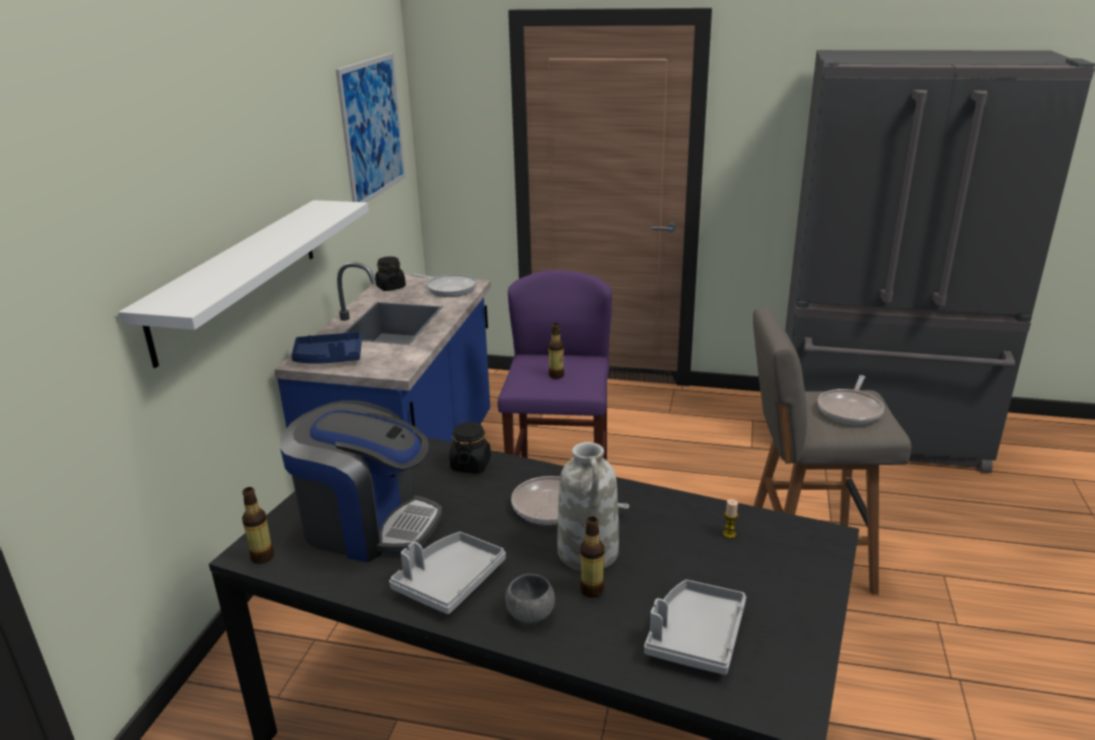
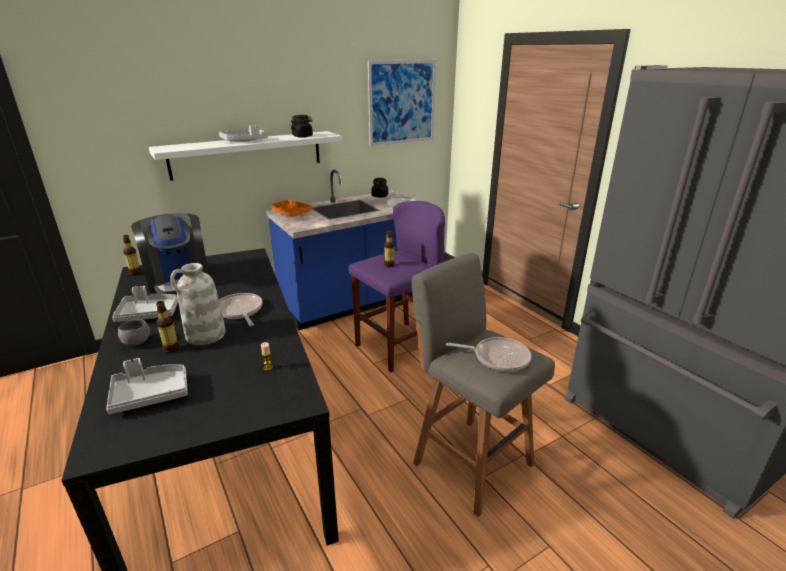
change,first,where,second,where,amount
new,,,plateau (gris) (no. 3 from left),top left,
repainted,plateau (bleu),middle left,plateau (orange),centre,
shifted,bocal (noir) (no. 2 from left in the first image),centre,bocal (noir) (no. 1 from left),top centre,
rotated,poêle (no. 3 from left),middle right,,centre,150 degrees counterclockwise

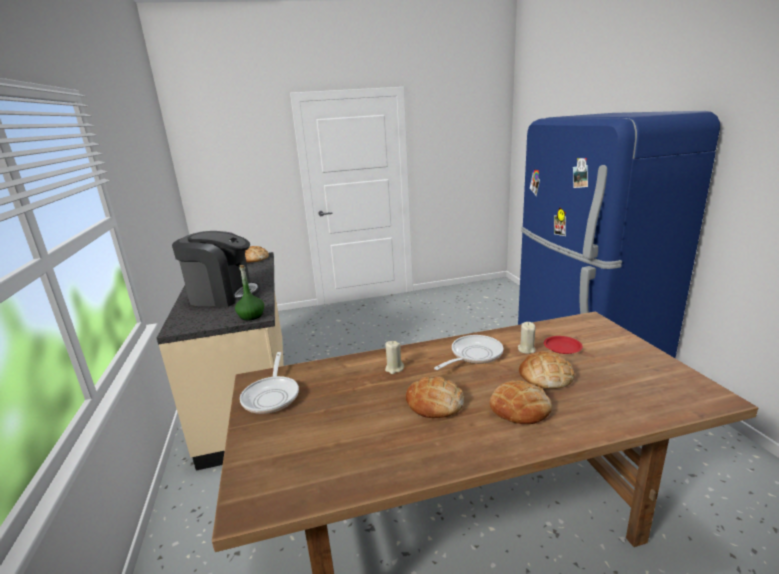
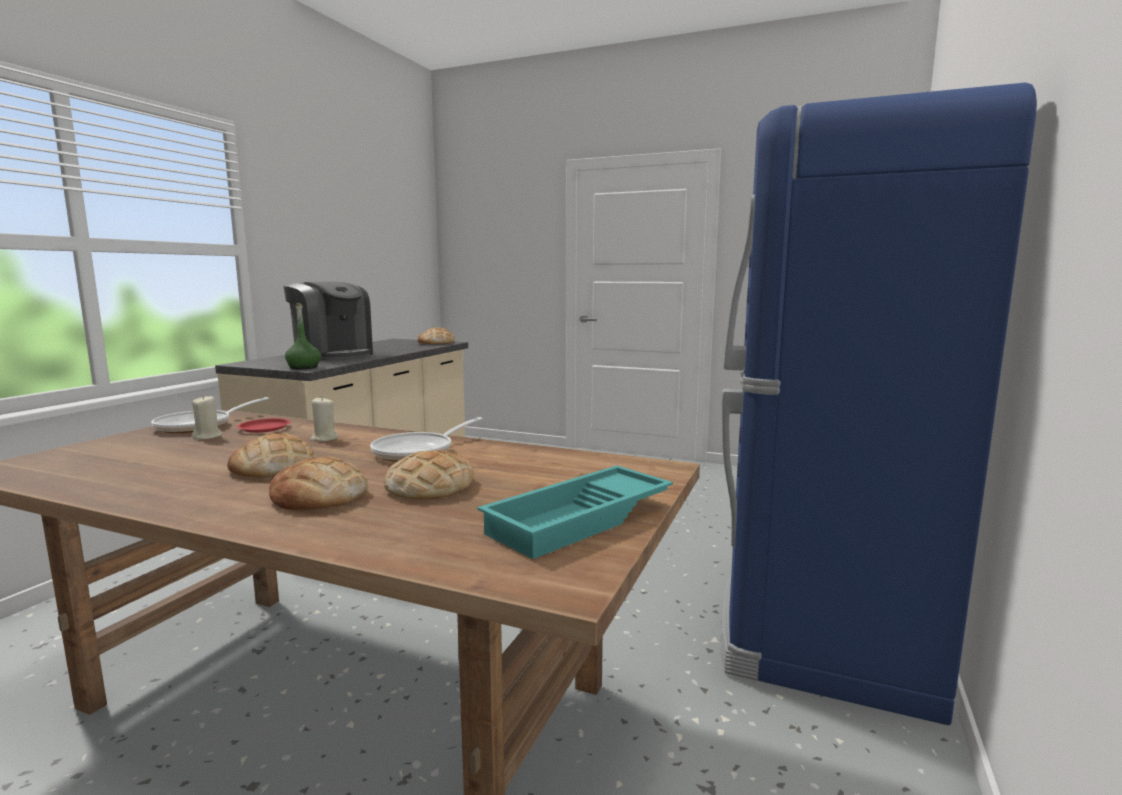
change,first,where,second,where,amount
shifted,bougie (beige) (no. 2 from left in the first image),middle right,bougie (beige) (no. 1 from left),middle left,
shifted,assiette (rouge),middle right,,middle left,
rotated,poêle (no. 2 from left),centre,,centre,135 degrees clockwise
new,,,plateau (turquoise),centre,

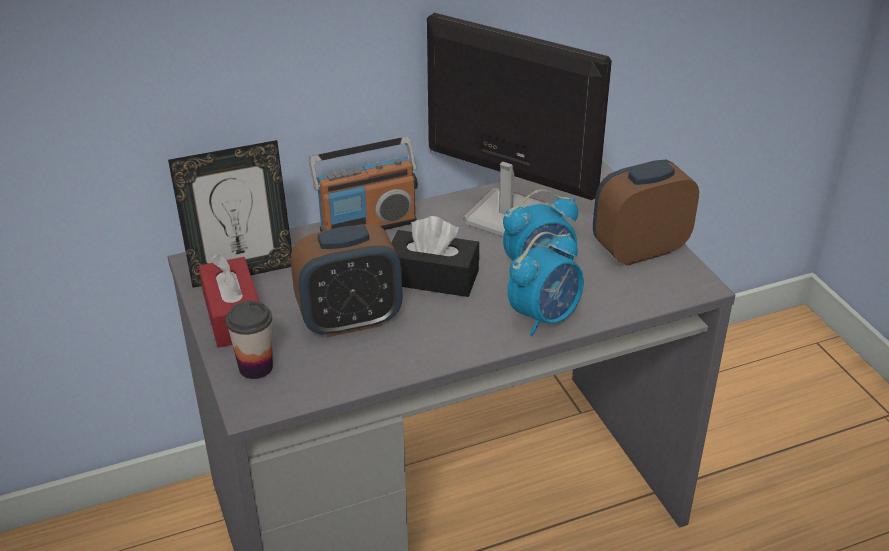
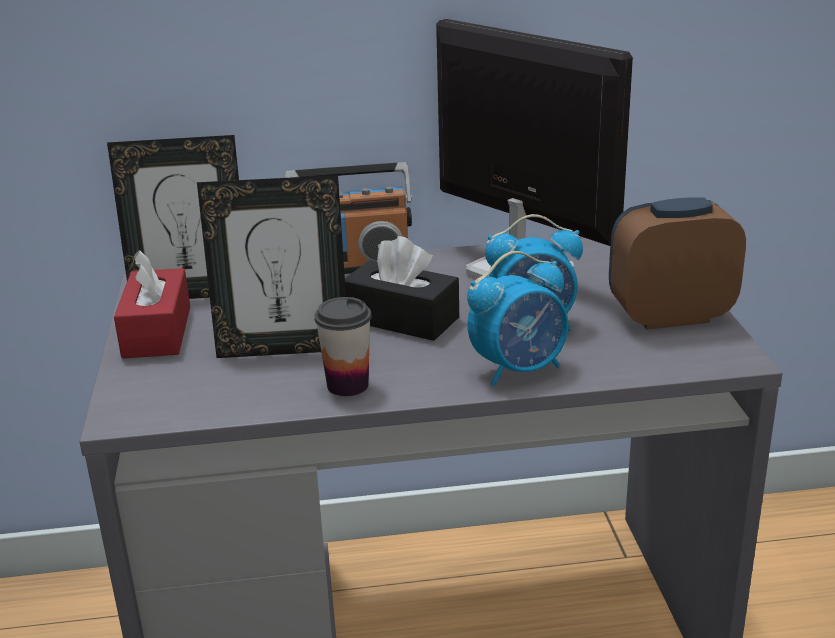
change,first,where,second,where,amount
swapped,réveil (no. 1 from left),centre,cadre photo (no. 2 from left),middle left,
shifted,tasse,middle left,,centre,

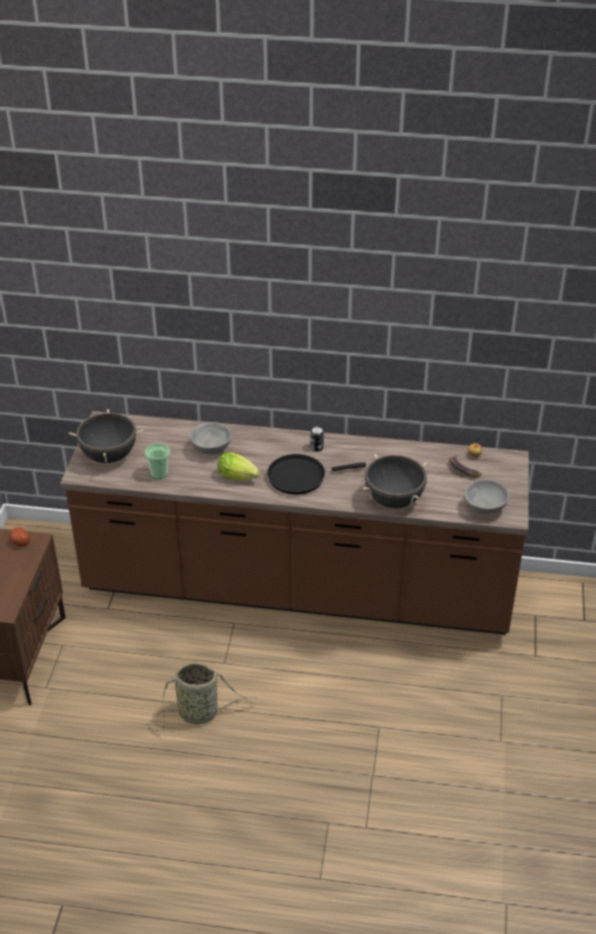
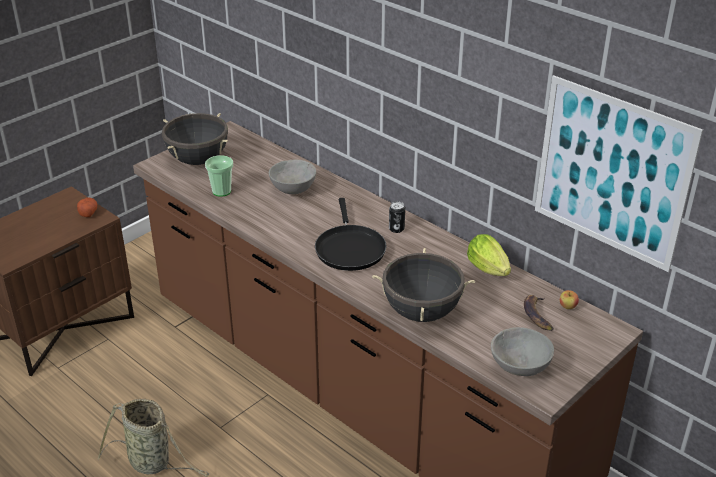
change,first,where,second,where,amount
rotated,poêle (noir),centre,,centre,120 degrees counterclockwise
shifted,laitue,centre,,middle right,
new,,,tableau,middle right,

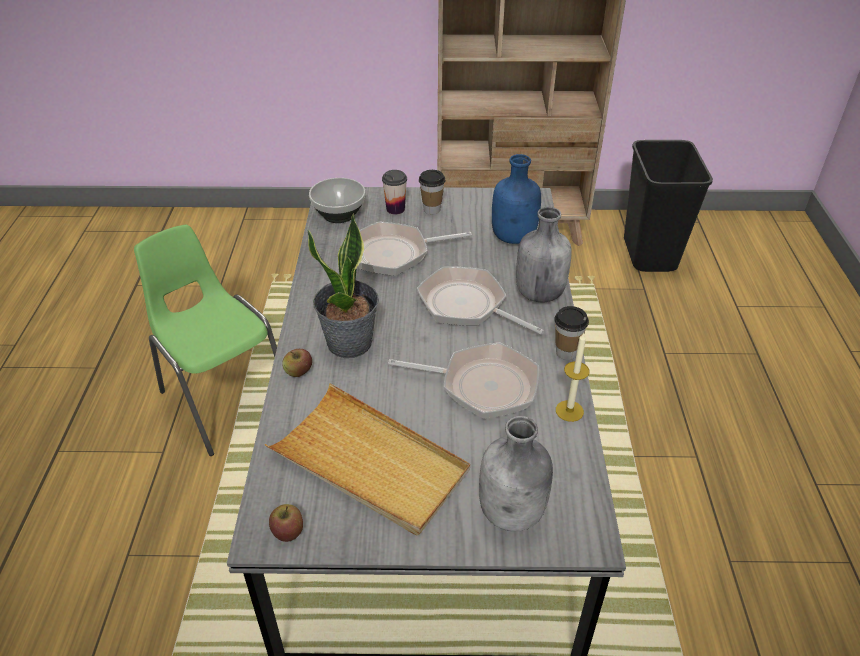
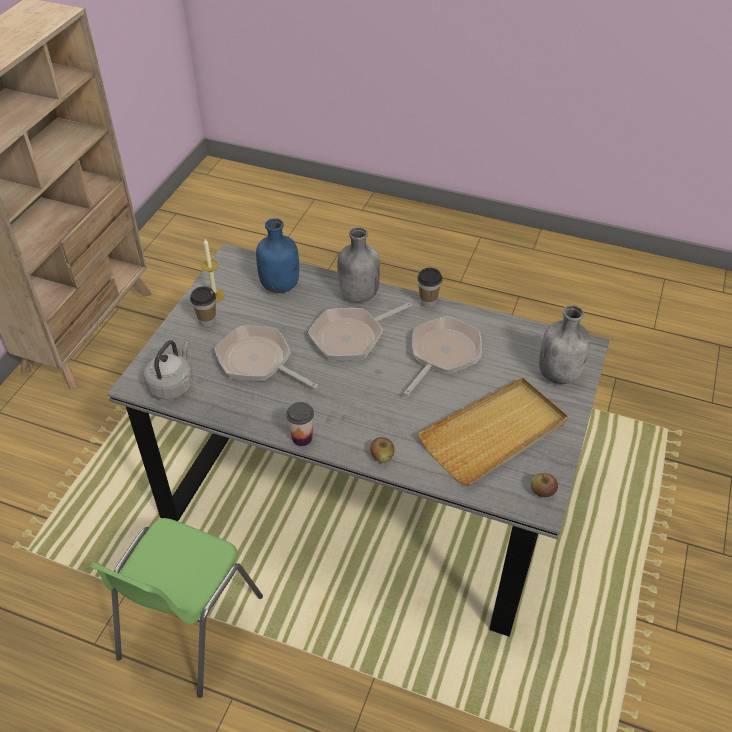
change,first,where,second,where,amount
rotated,chaise (vert),middle left,,bottom left,45 degrees counterclockwise
swapped,bol,top centre,bouilloire (gris),middle left,
shifted,bougie,centre,,middle left,
rotated,poêle (no. 1 from left),centre,,centre,120 degrees clockwise
shifted,tasse (no. 1 from left in the first image),top centre,tasse (no. 2 from left),centre,
gone,plante en pot,centre,,,
gone,poubelle (noir),top right,,,

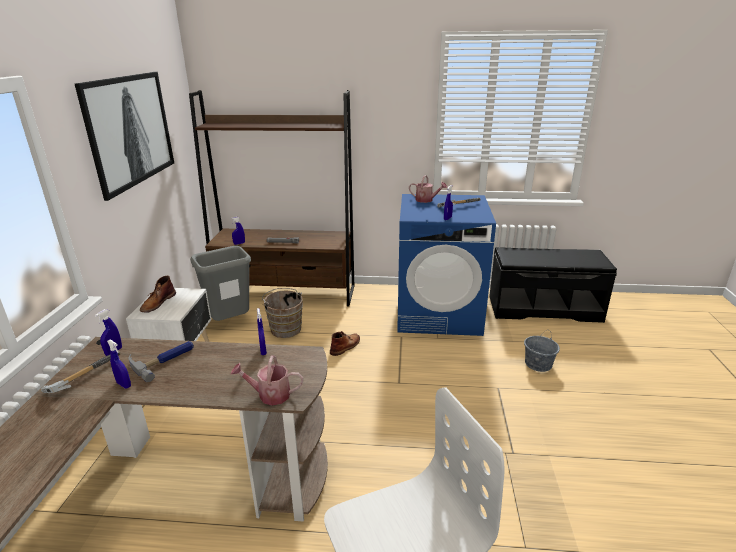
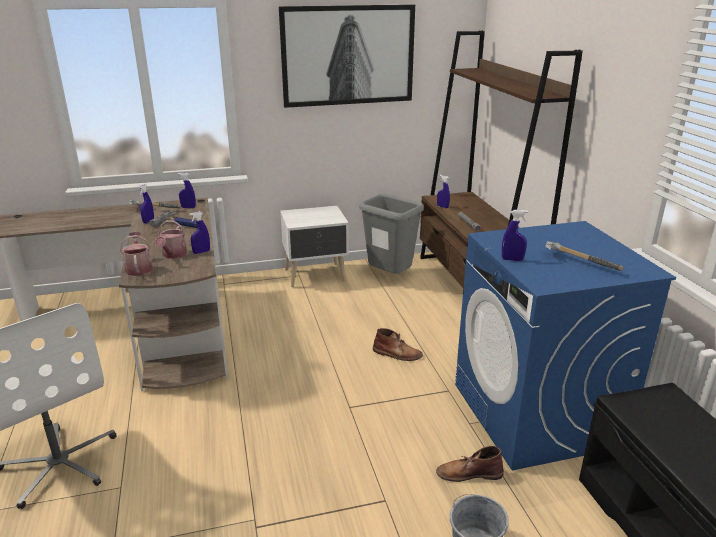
change,first,where,second,where,amount
shifted,arrosoir (no. 2 from left),centre,,middle left,
shifted,botte (marron) (no. 1 from left in the first image),middle left,botte (marron) (no. 2 from left),bottom centre,
gone,seau (marron),centre,,,

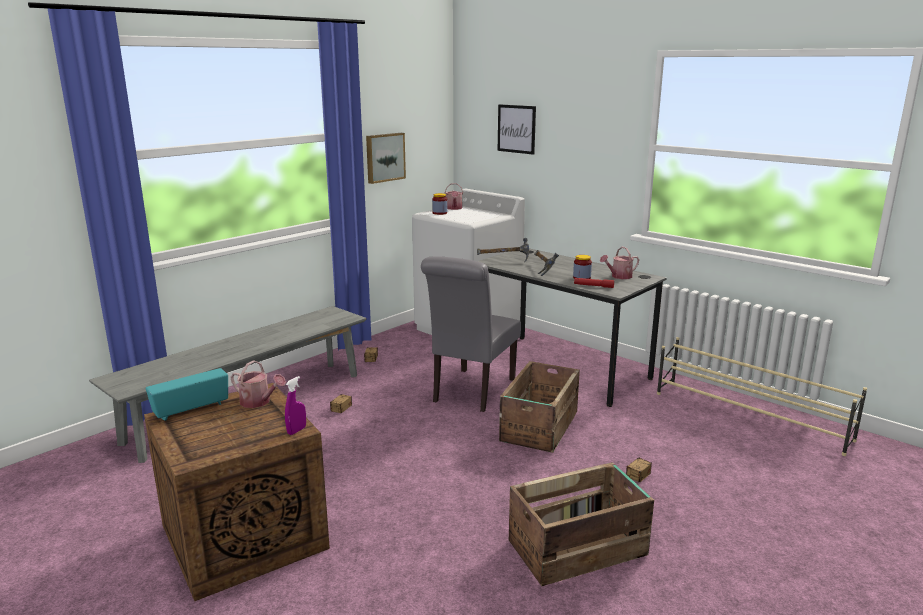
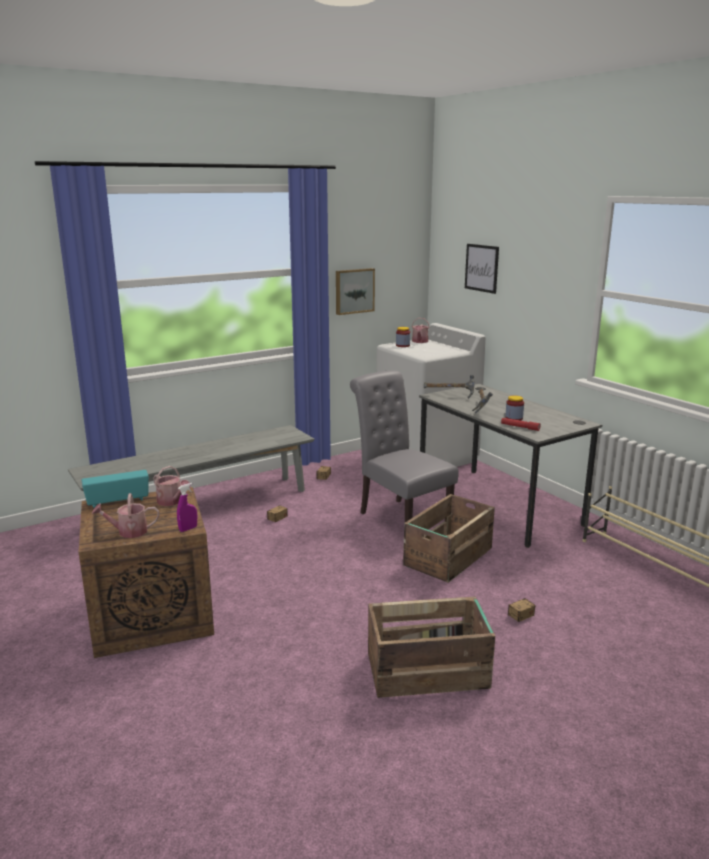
change,first,where,second,where,amount
shifted,arrosoir (no. 3 from left in the first image),middle right,arrosoir (no. 1 from left),middle left,
rotated,chaise (gris),centre,,centre,105 degrees clockwise

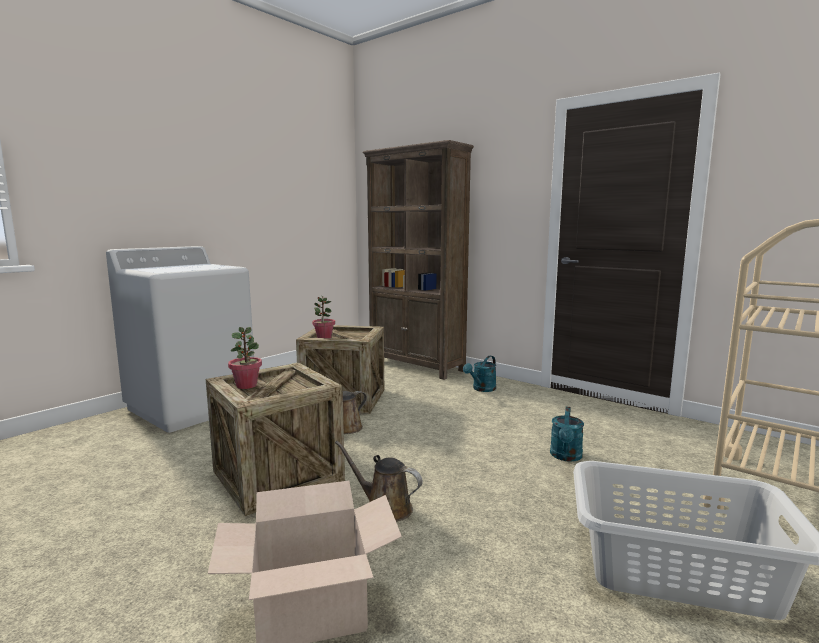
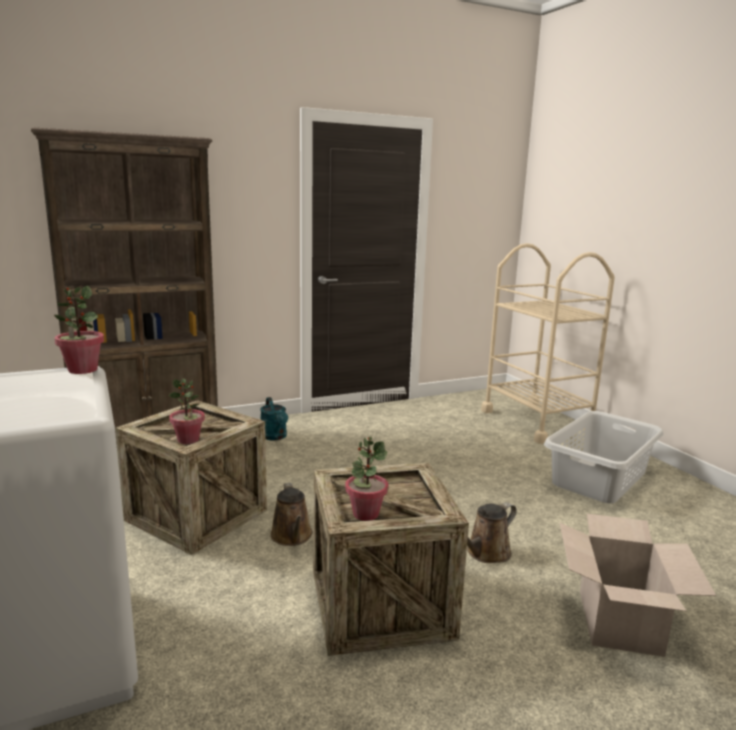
change,first,where,second,where,amount
new,,,plante en pot (no. 1 from left),middle left,
gone,arrosoir (turquoise) (no. 2 from left),bottom right,,,

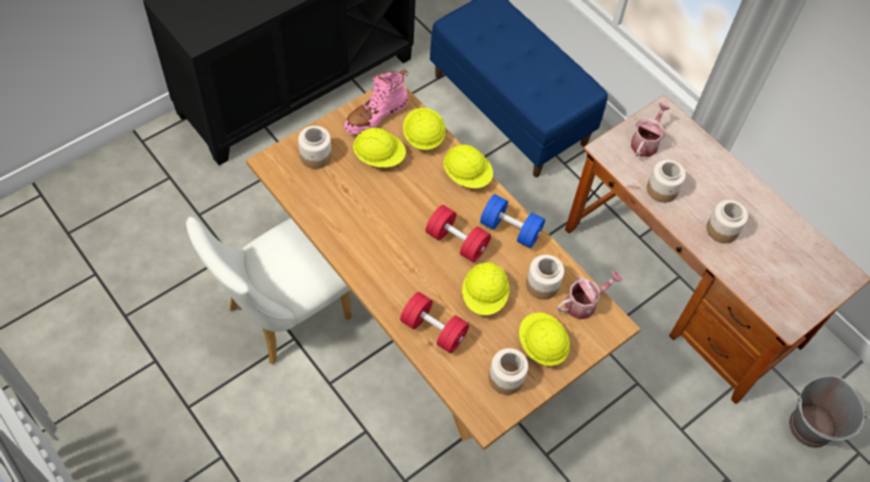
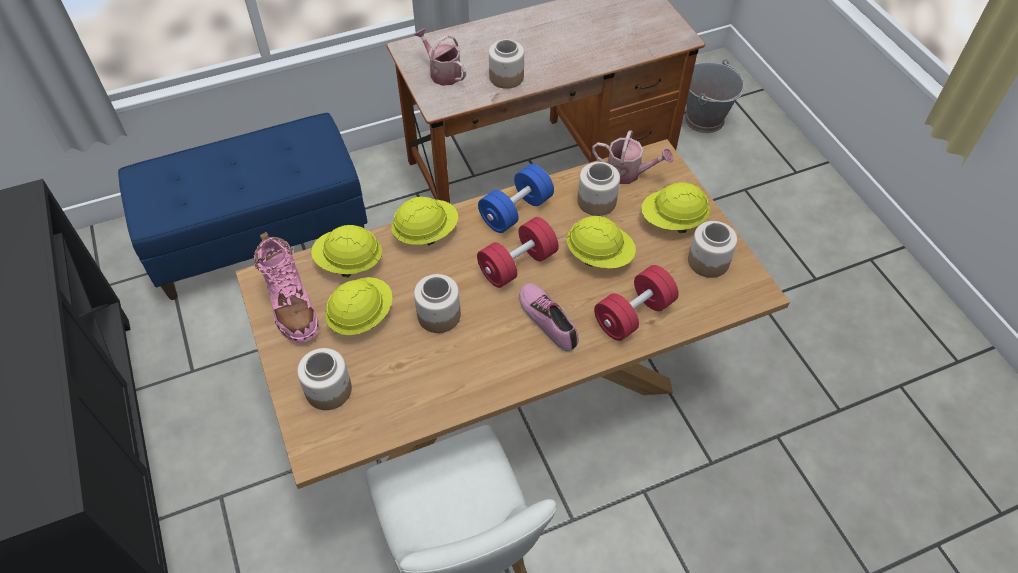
change,first,where,second,where,amount
shifted,bocal (no. 5 from left in the first image),middle right,bocal (no. 2 from left),centre,
new,,,chaussure,centre,
rotated,arrosoir (no. 1 from left in the first image),middle right,arrosoir (no. 2 from left),top centre,120 degrees clockwise

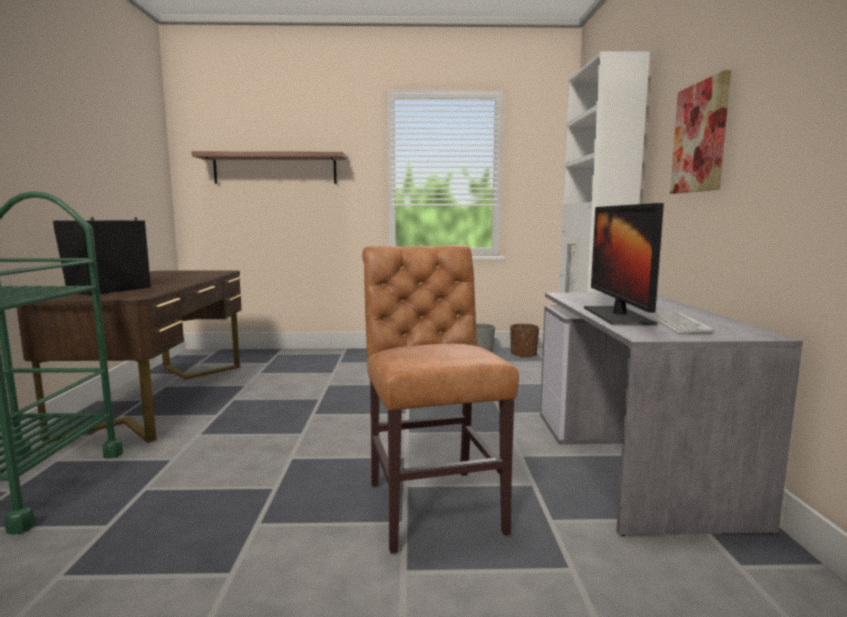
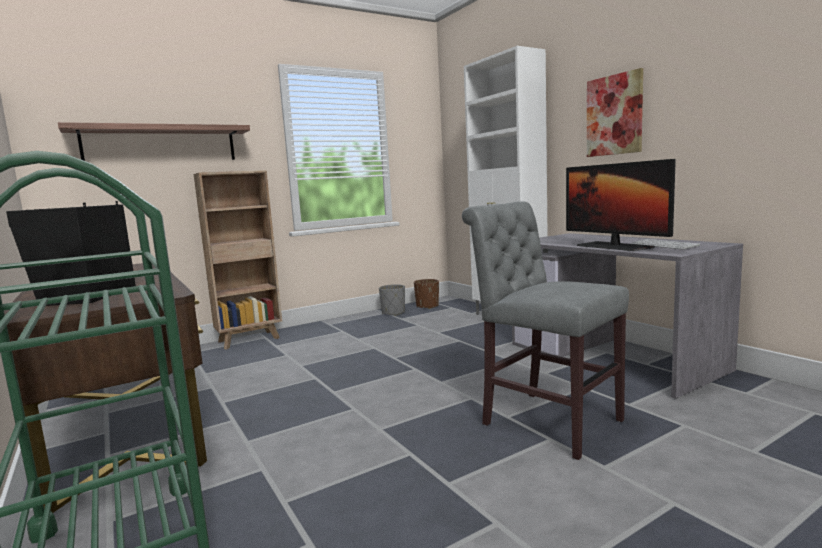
change,first,where,second,where,amount
new,,,bibliothèque (marron),middle left,
repainted,chaise (marron),centre,chaise (gris),centre,

